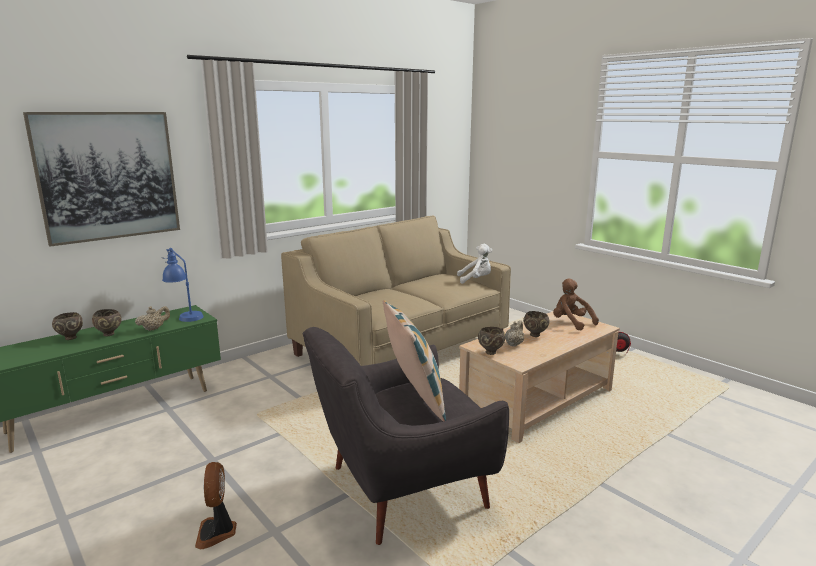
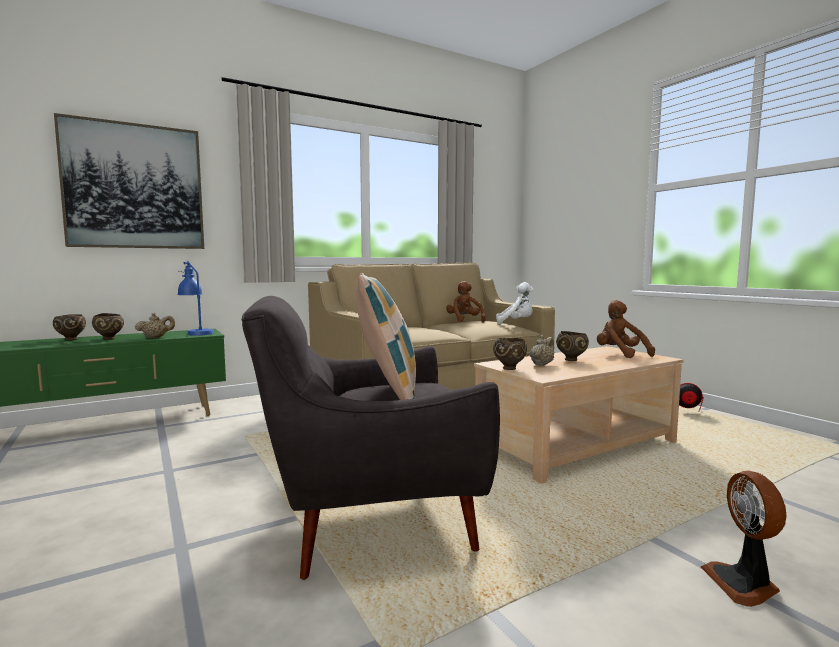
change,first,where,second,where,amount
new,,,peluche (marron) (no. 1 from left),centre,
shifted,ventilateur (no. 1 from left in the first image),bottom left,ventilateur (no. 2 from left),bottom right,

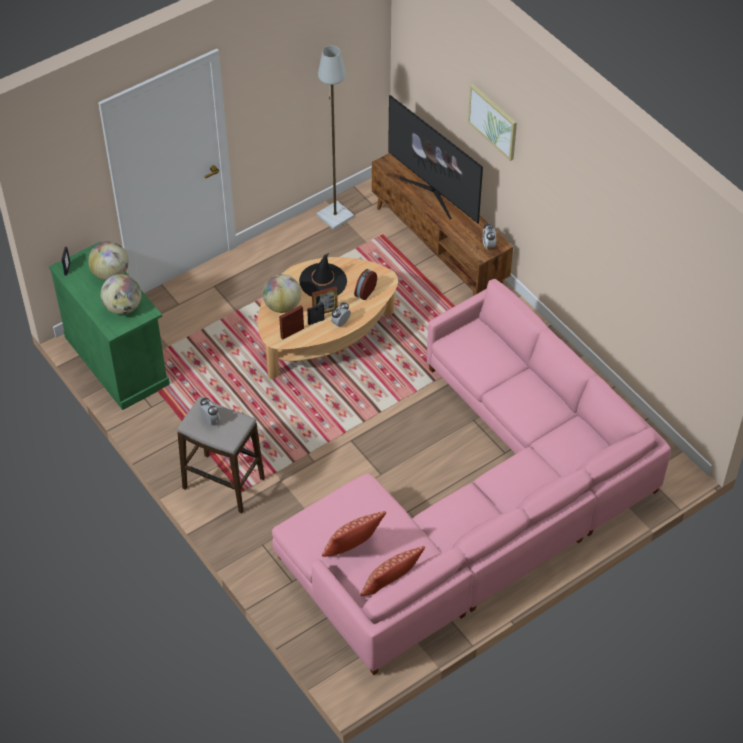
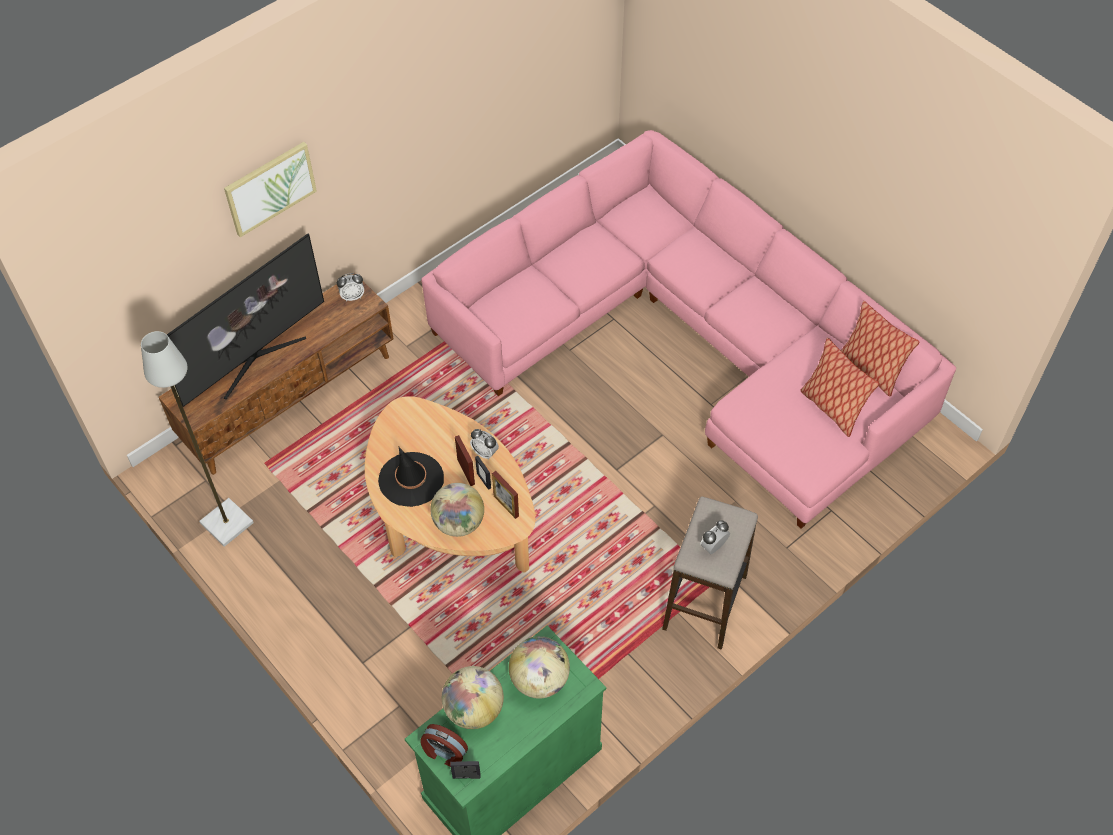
change,first,where,second,where,amount
shifted,réveil (no. 3 from left in the first image),centre,réveil (no. 2 from left),bottom centre,

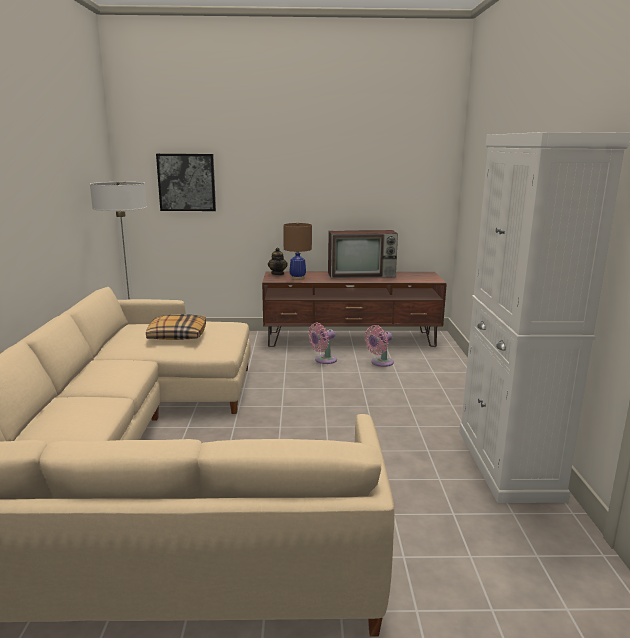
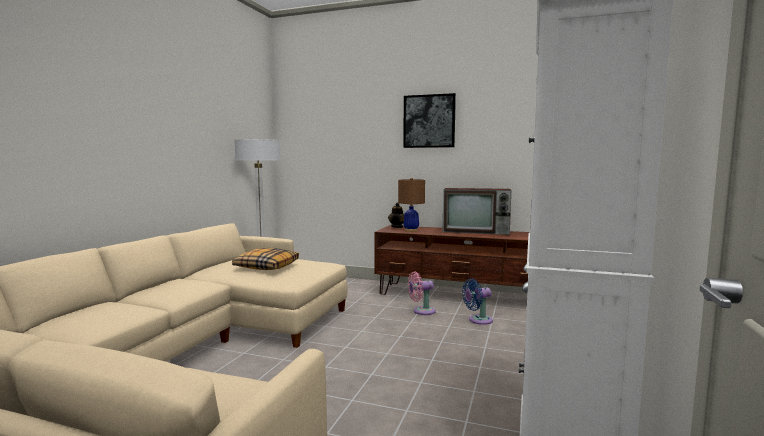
change,first,where,second,where,amount
shifted,tableau,top left,,top centre,
repainted,ventilateur (rose) (no. 2 from left),centre,ventilateur (bleu),bottom centre,

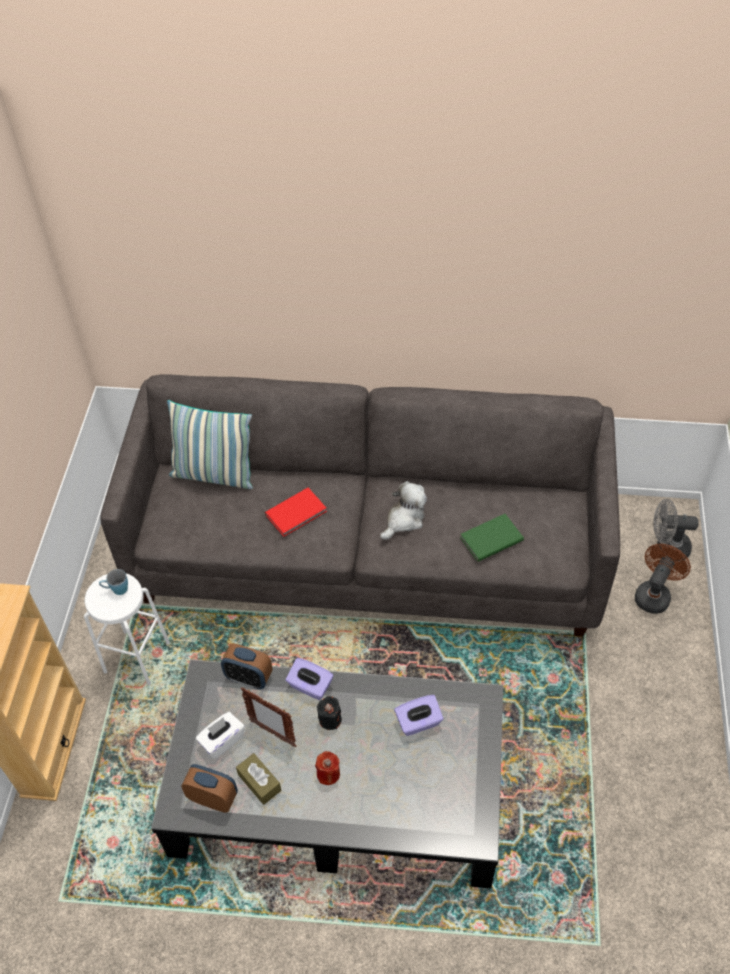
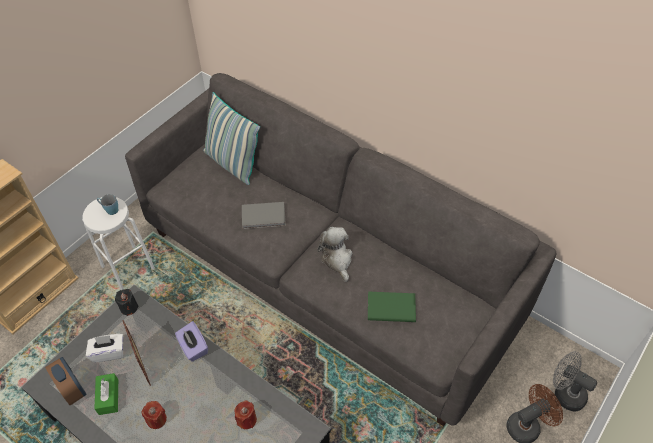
change,first,where,second,where,amount
repainted,boîte à mouchoirs (marron),bottom centre,boîte à mouchoirs (vert),bottom left,
shifted,bougie (noir),bottom centre,,bottom left,
swapped,boîte à mouchoirs (violet) (no. 2 from left),bottom centre,bougie (rouge) (no. 2 from left),bottom centre,
repainted,livre (rouge),centre,livre (gris),centre,
rotated,peluche,centre,,centre,90 degrees counterclockwise
gone,réveil (no. 2 from left),bottom centre,,,

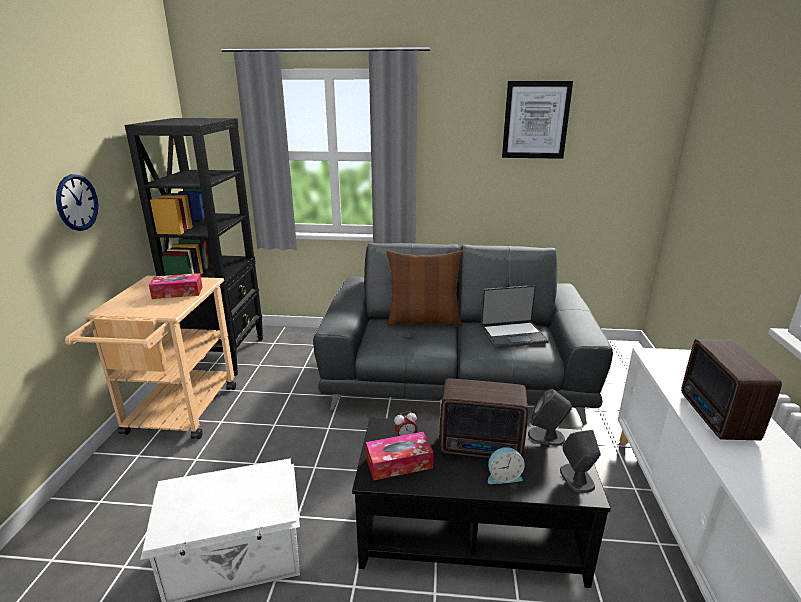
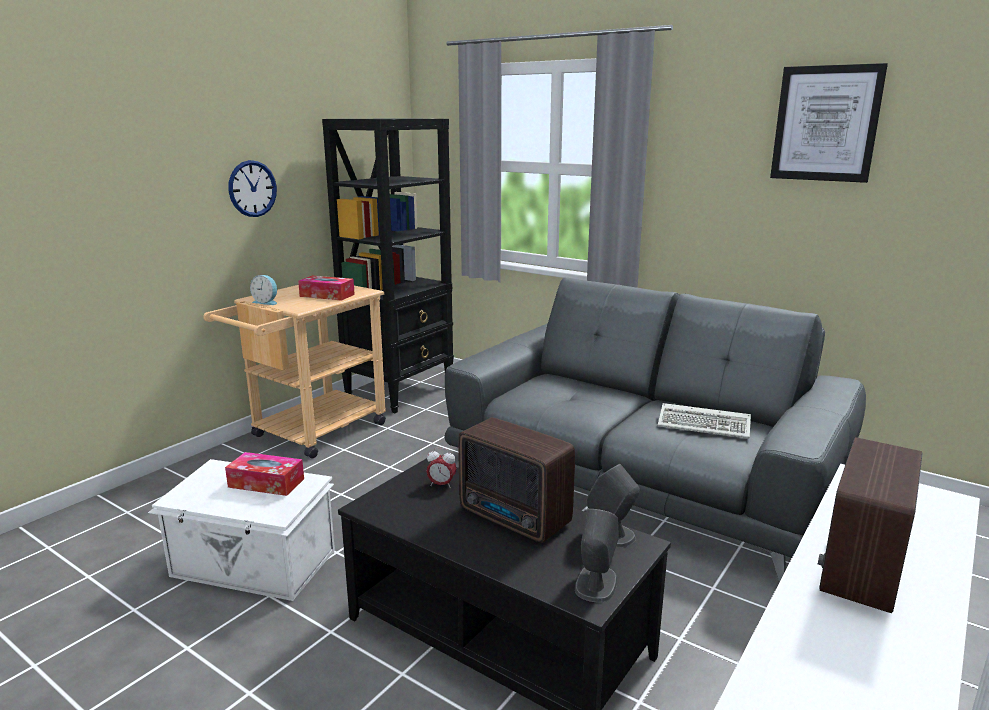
change,first,where,second,where,amount
shifted,boîte à mouchoirs (no. 2 from left in the first image),bottom centre,boîte à mouchoirs (no. 1 from left),bottom left,
shifted,réveil (no. 2 from left in the first image),bottom centre,réveil (no. 1 from left),middle left,
swapped,ordinateur portable,centre,clavier,middle right,
gone,coussin (marron),centre,,,

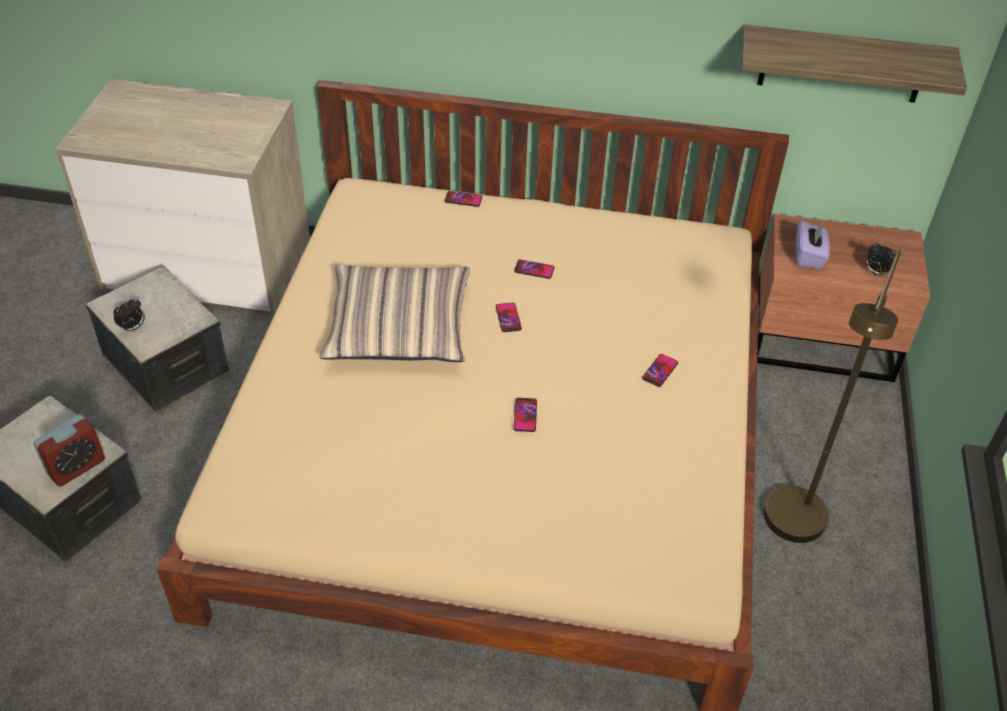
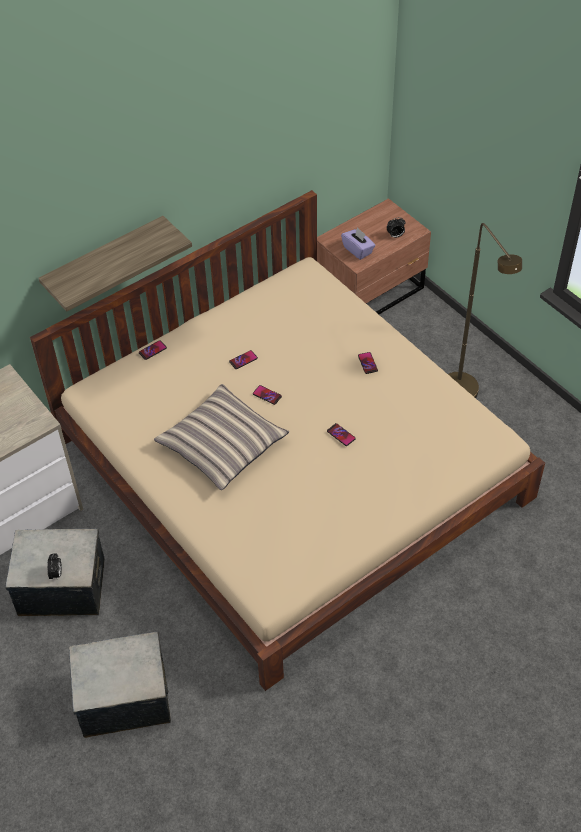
change,first,where,second,where,amount
shifted,étagère,top right,,top left,
gone,réveil (no. 1 from left),middle left,,,

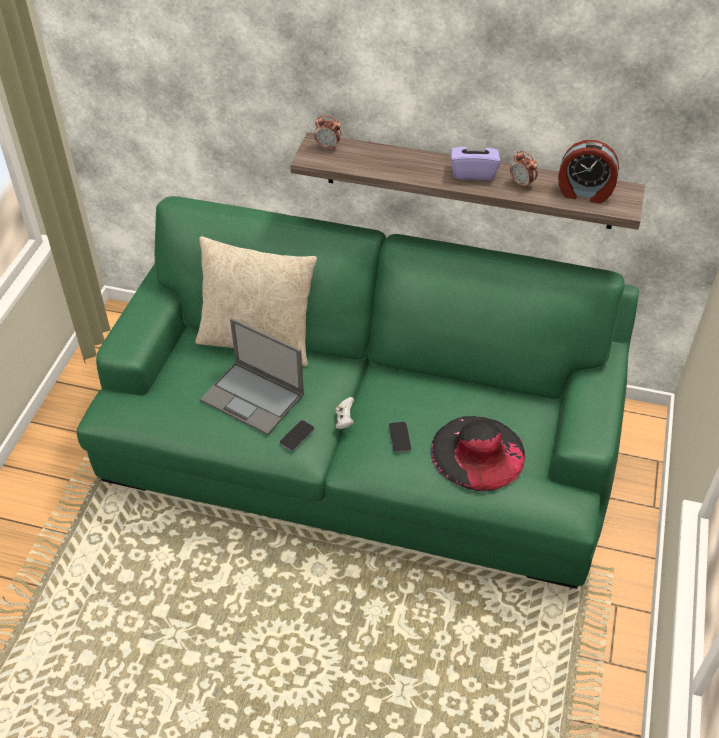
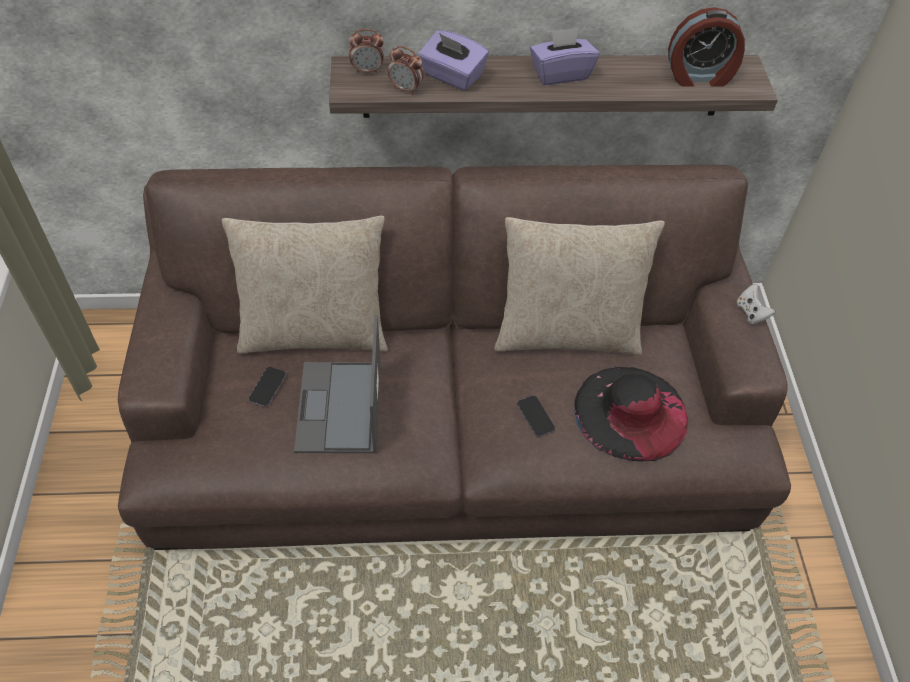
change,first,where,second,where,amount
repainted,canapé (vert),centre,canapé (marron),centre,
shifted,téléphone (no. 1 from left),centre,,middle left,
rotated,ordinateur portable,centre,,centre,75 degrees clockwise
shifted,réveil (no. 2 from left),top right,,top centre,
new,,,boîte à mouchoirs (violet) (no. 1 from left),top centre,
new,,,coussin (beige) (no. 2 from left),centre,
shifted,manette (blanc),centre,,middle right,

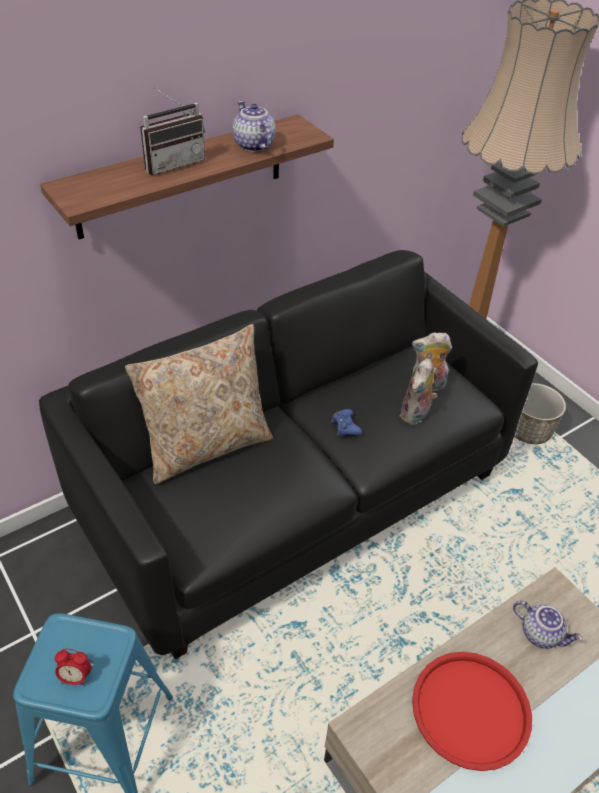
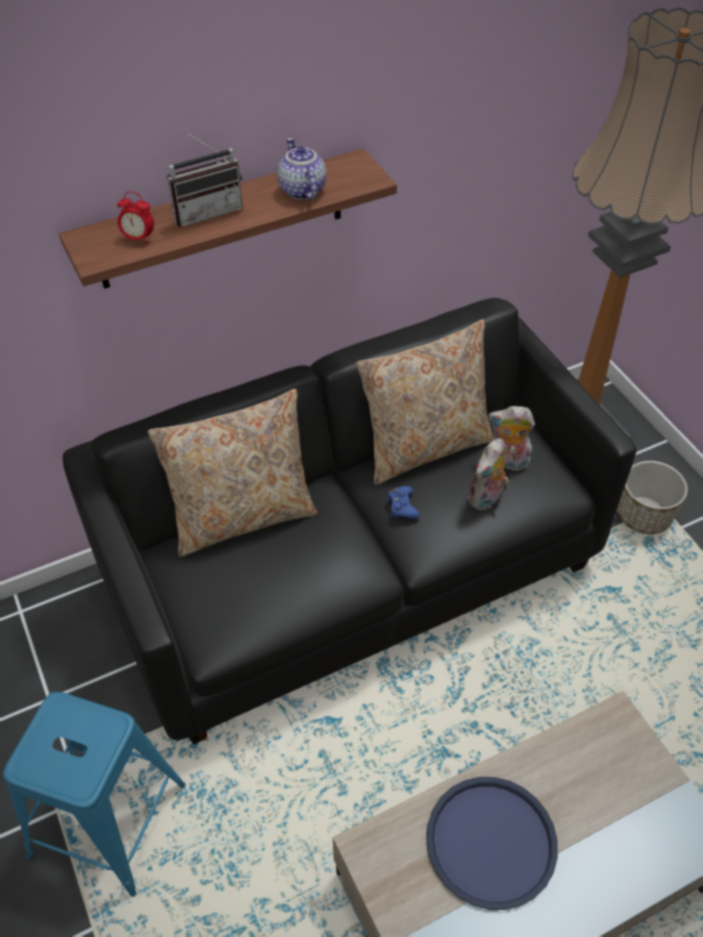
change,first,where,second,where,amount
shifted,réveil,bottom left,,top left,
new,,,coussin (beige) (no. 2 from left),centre,
repainted,plateau (rouge),bottom right,plateau (bleu),bottom right,
gone,théière (no. 2 from left),bottom right,,,

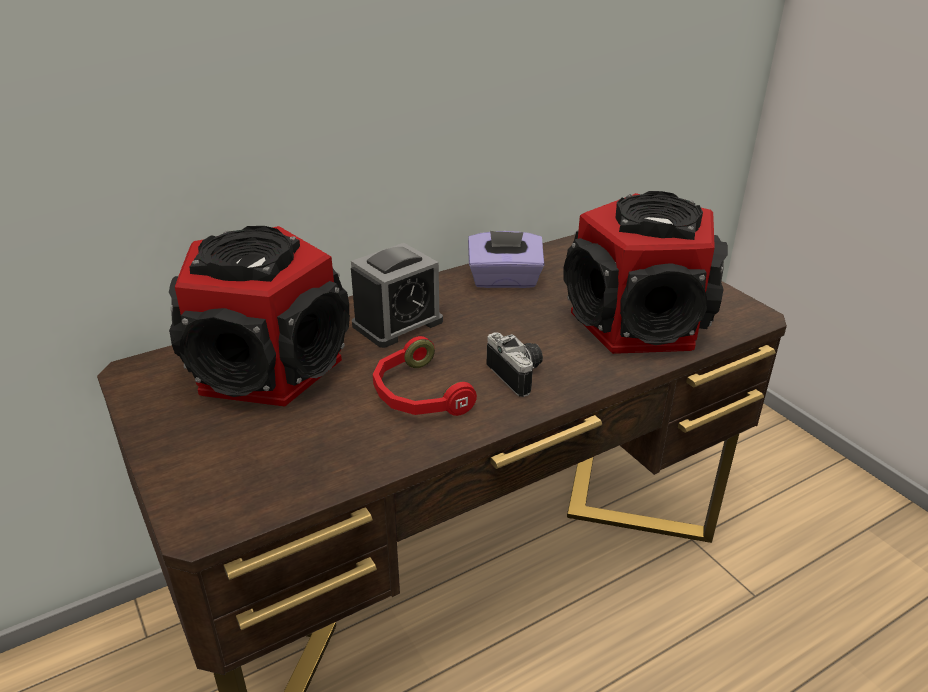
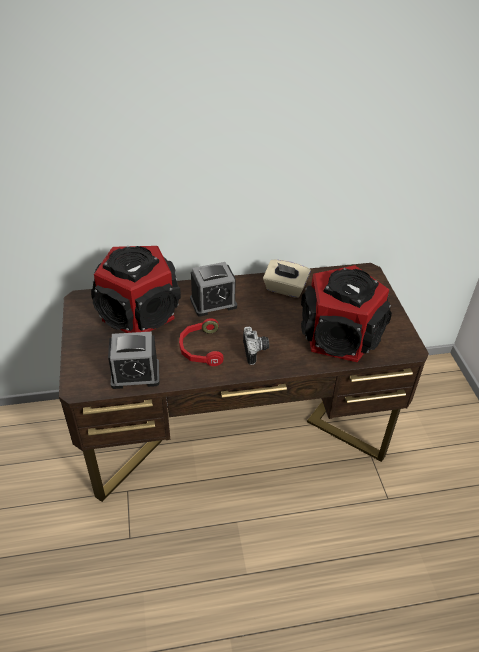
change,first,where,second,where,amount
new,,,réveil (no. 1 from left),middle left,
repainted,boîte à mouchoirs (violet),centre,boîte à mouchoirs (beige),centre,

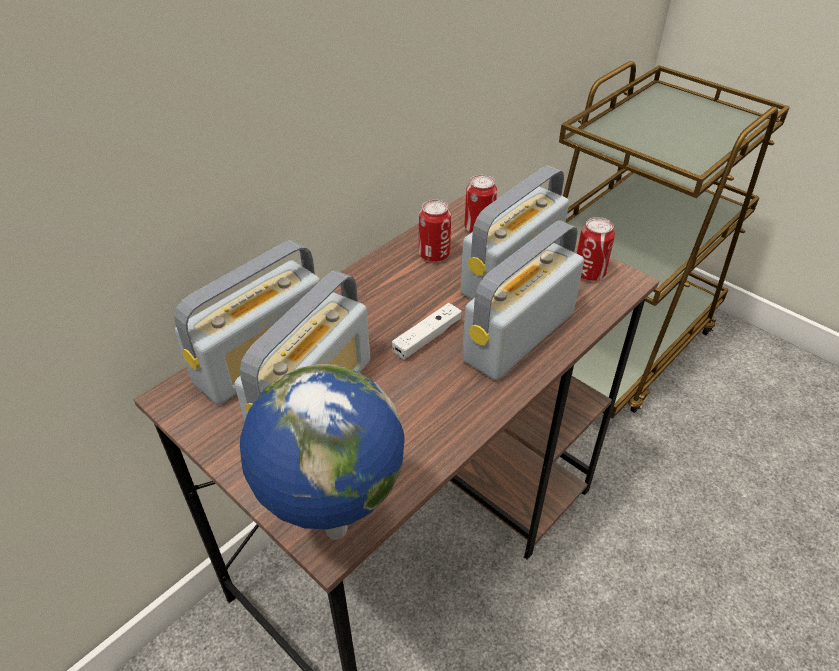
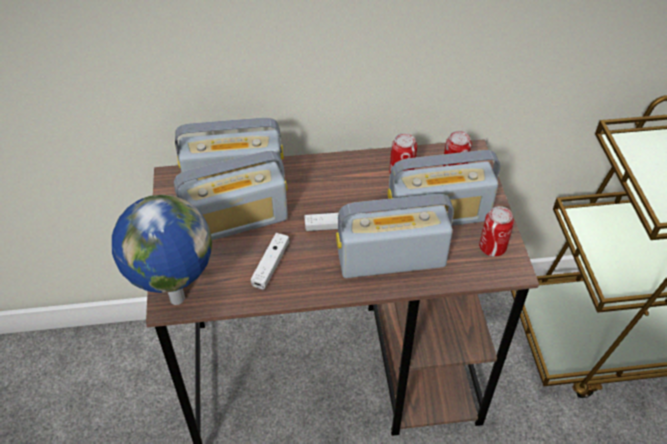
change,first,where,second,where,amount
new,,,manette (blanc) (no. 1 from left),centre,

